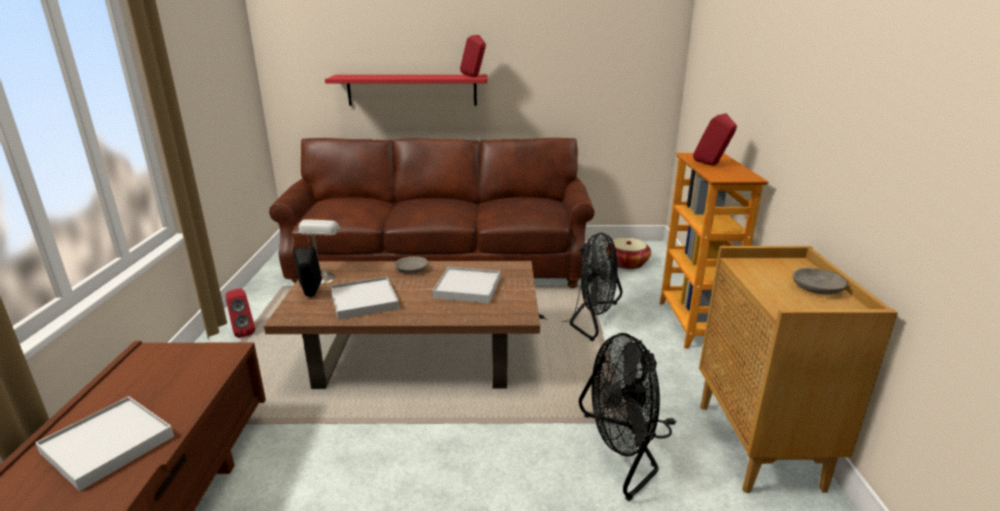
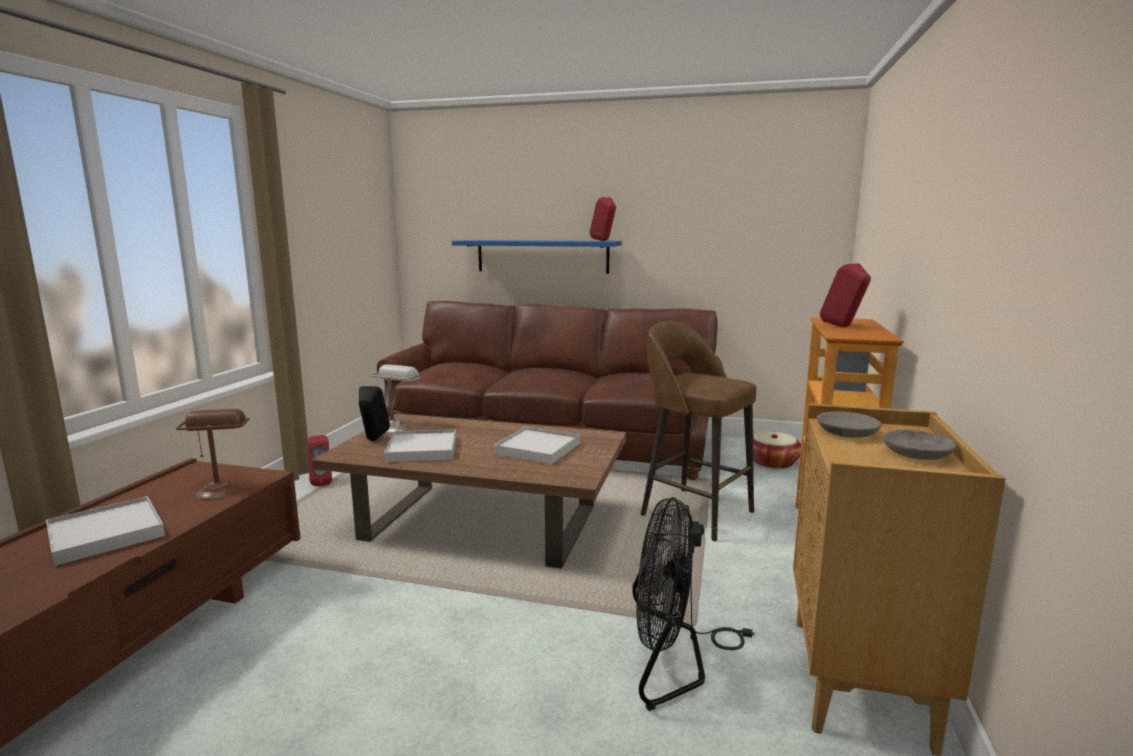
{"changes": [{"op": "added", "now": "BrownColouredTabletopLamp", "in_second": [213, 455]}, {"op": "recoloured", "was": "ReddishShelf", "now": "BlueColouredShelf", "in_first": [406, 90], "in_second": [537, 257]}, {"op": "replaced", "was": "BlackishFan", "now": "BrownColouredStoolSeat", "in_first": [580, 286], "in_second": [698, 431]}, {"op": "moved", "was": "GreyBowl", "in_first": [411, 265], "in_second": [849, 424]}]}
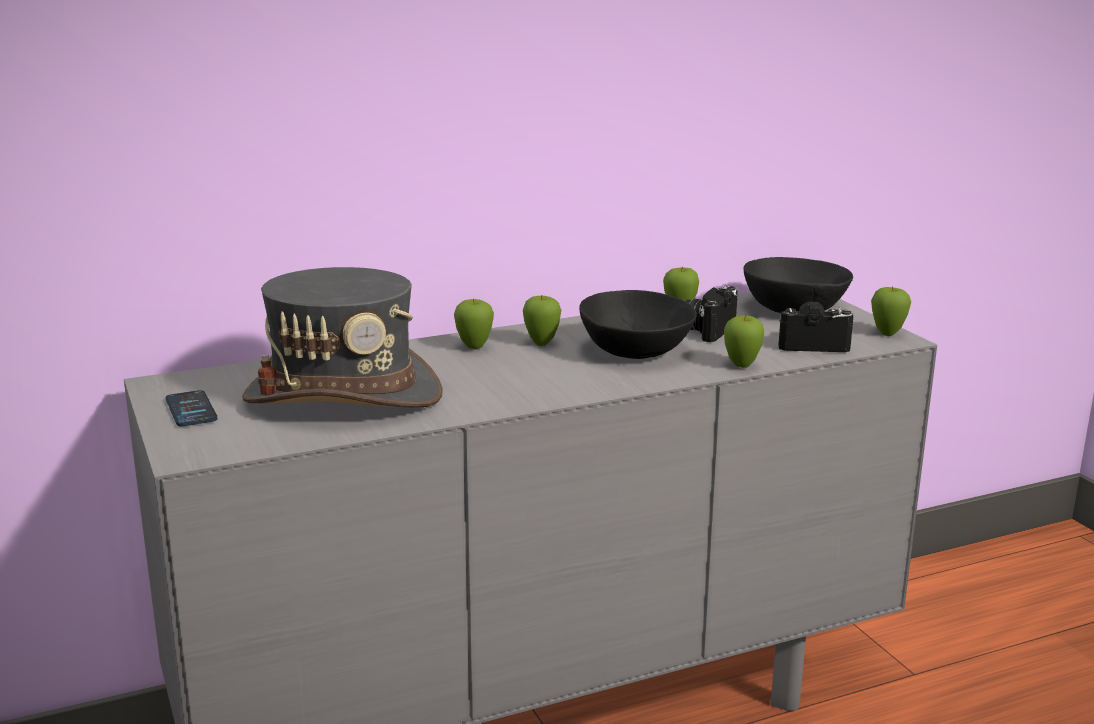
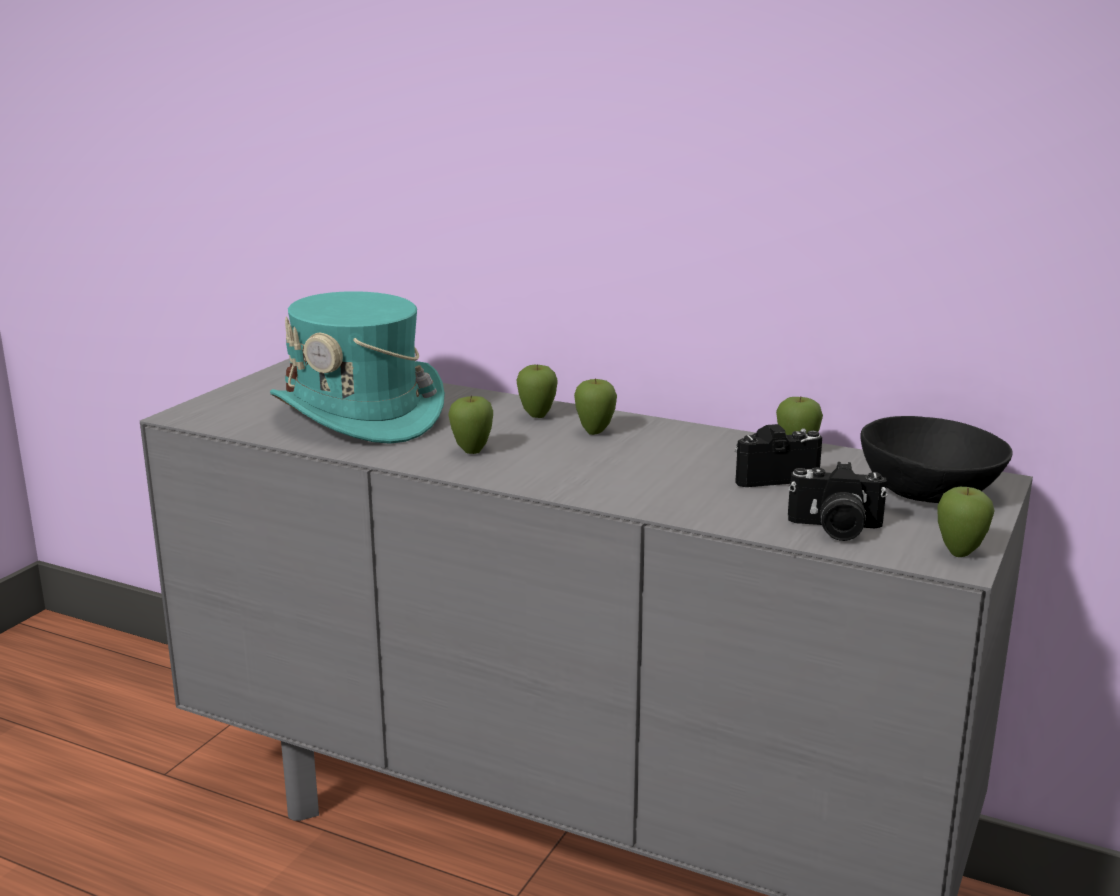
{"changes": [{"op": "recoloured", "was": "GreyHat", "now": "BlueGreenHat", "in_first": [342, 337], "in_second": [357, 367]}, {"op": "moved", "was": "AppleFruit", "in_first": [744, 341], "in_second": [471, 425]}, {"op": "turned", "was": "PhotoCamera", "in_first": [815, 327], "in_second": [838, 501], "clockwise": 135}, {"op": "removed", "was": "Telephone", "in_first": [192, 408]}, {"op": "removed", "was": "BlackishBowl", "in_first": [638, 324]}]}
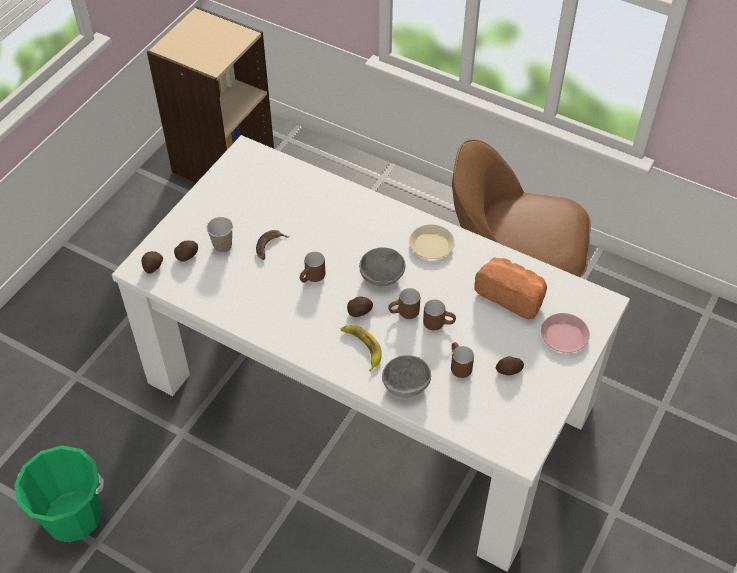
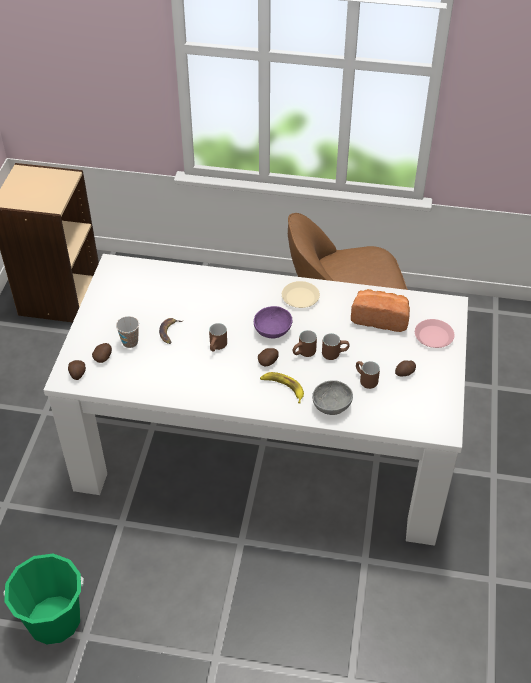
{"changes": [{"op": "recoloured", "was": "GreyBowl", "now": "PurpleColouredBowl", "in_first": [382, 267], "in_second": [273, 322]}]}
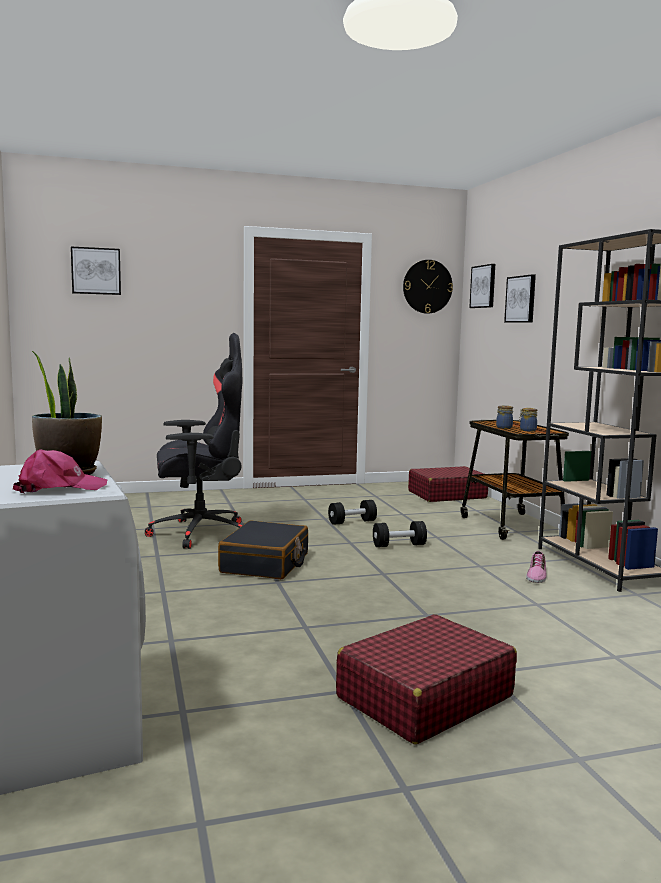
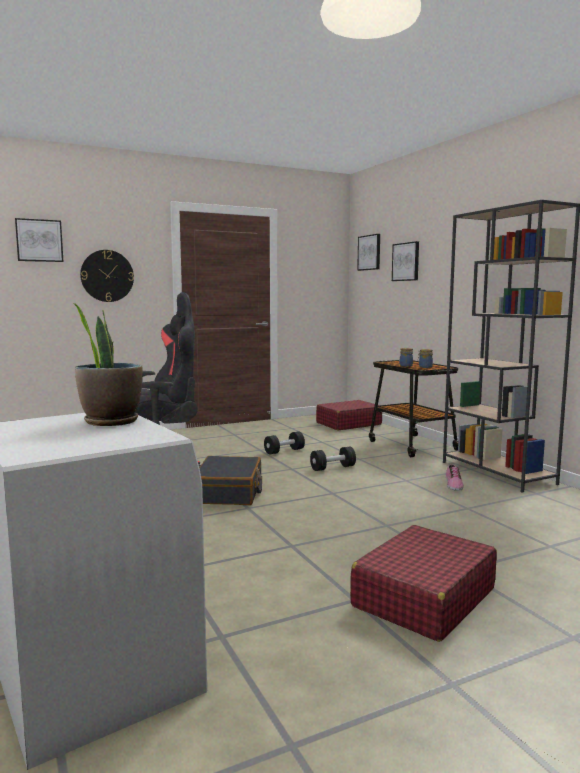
{"changes": [{"op": "moved", "was": "HangingClock", "in_first": [428, 287], "in_second": [107, 276]}, {"op": "removed", "was": "PinkCap", "in_first": [60, 471]}]}
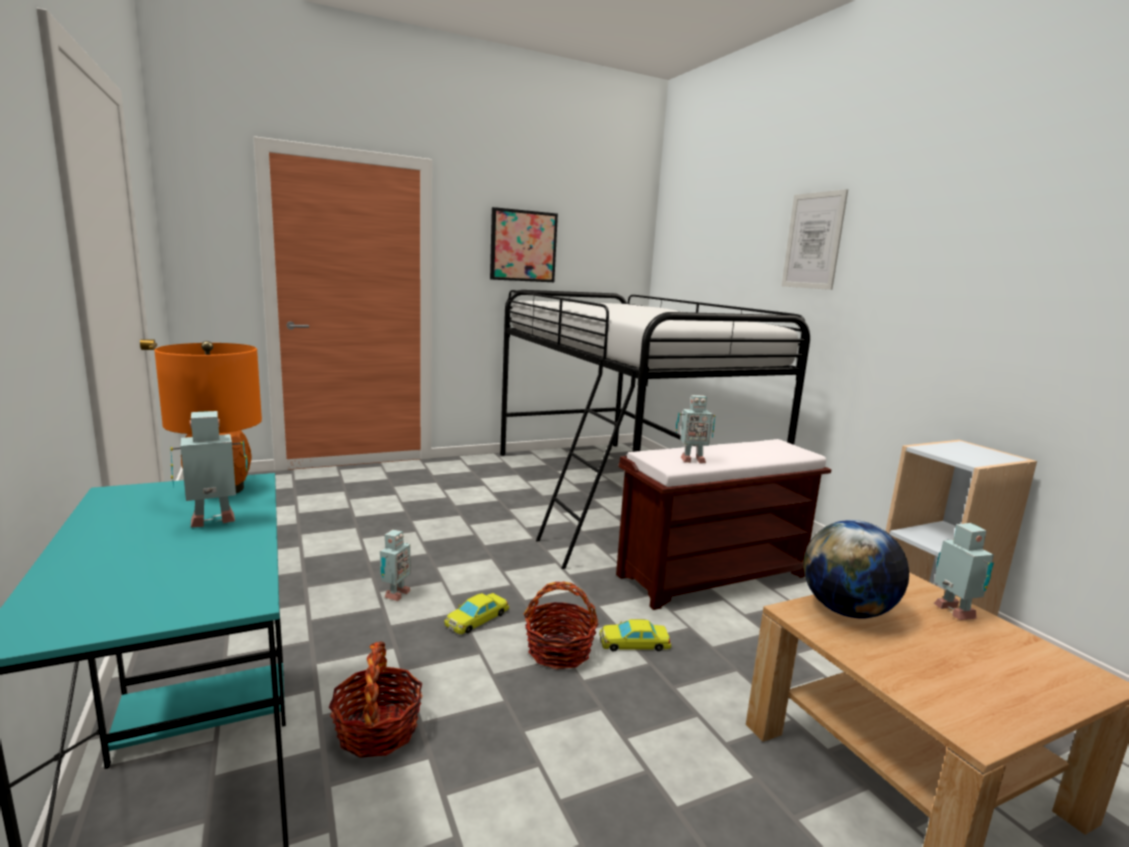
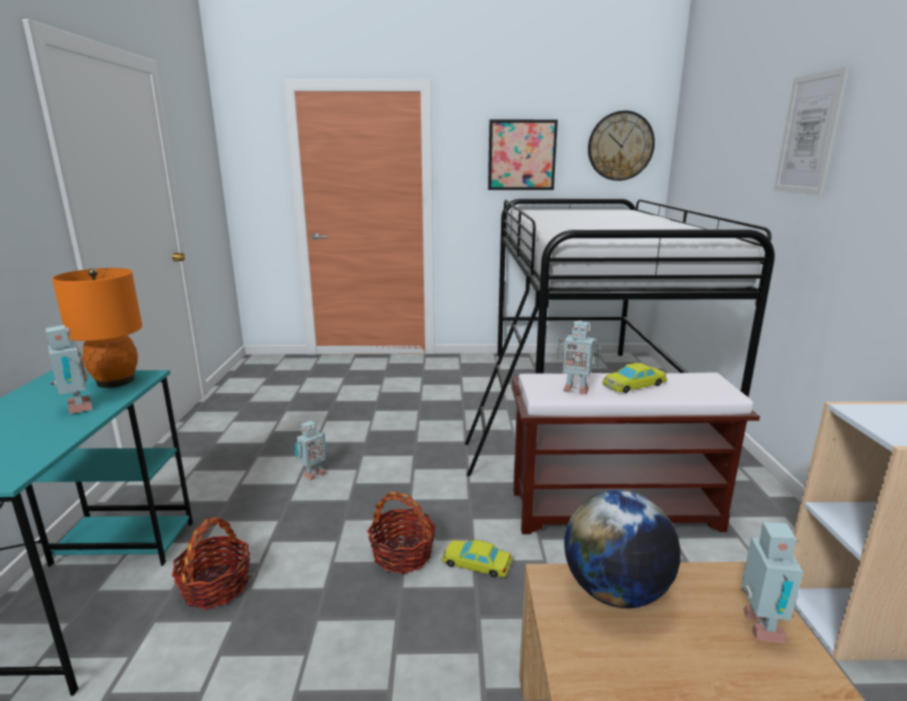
{"changes": [{"op": "turned", "was": "ToyRobot", "in_first": [209, 469], "in_second": [69, 369], "clockwise": 60}, {"op": "added", "now": "HangingClock", "in_second": [621, 145]}, {"op": "moved", "was": "YellowColouredToyCar", "in_first": [476, 614], "in_second": [635, 378]}]}
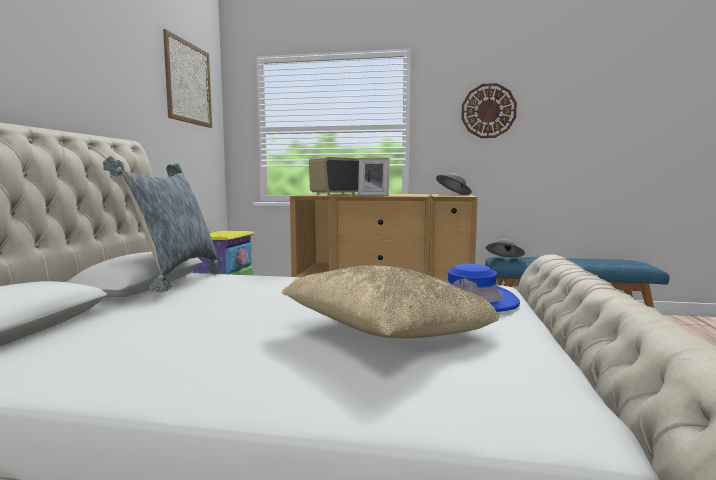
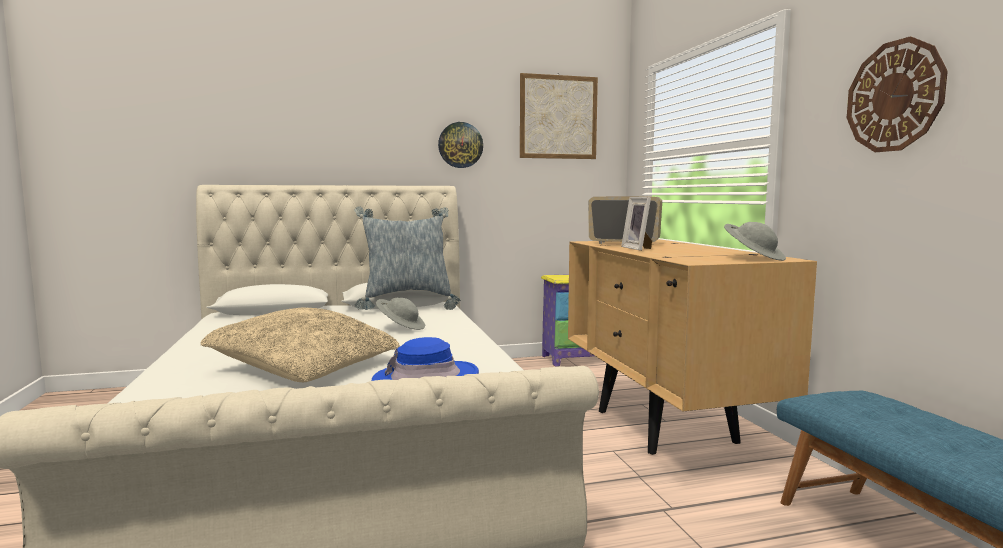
{"changes": [{"op": "moved", "was": "GreyHat", "in_first": [505, 248], "in_second": [400, 314]}, {"op": "added", "now": "HangingClock", "in_second": [460, 145]}]}
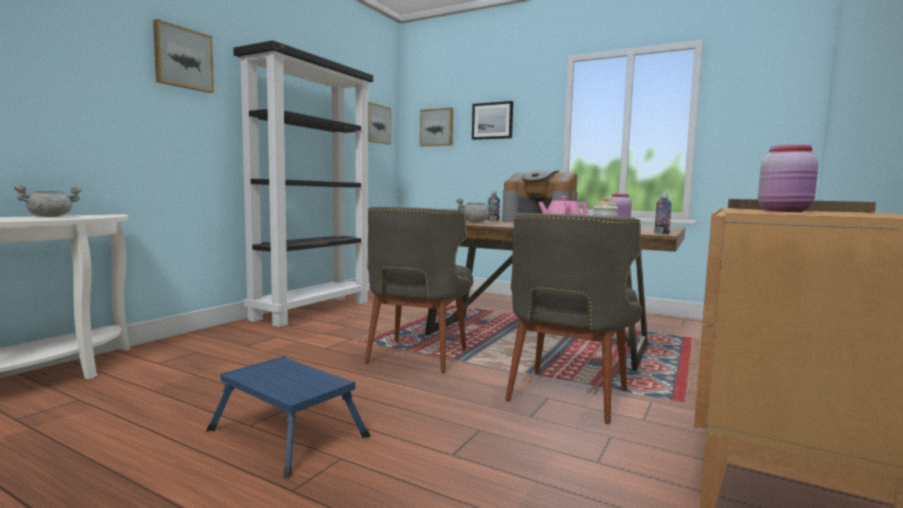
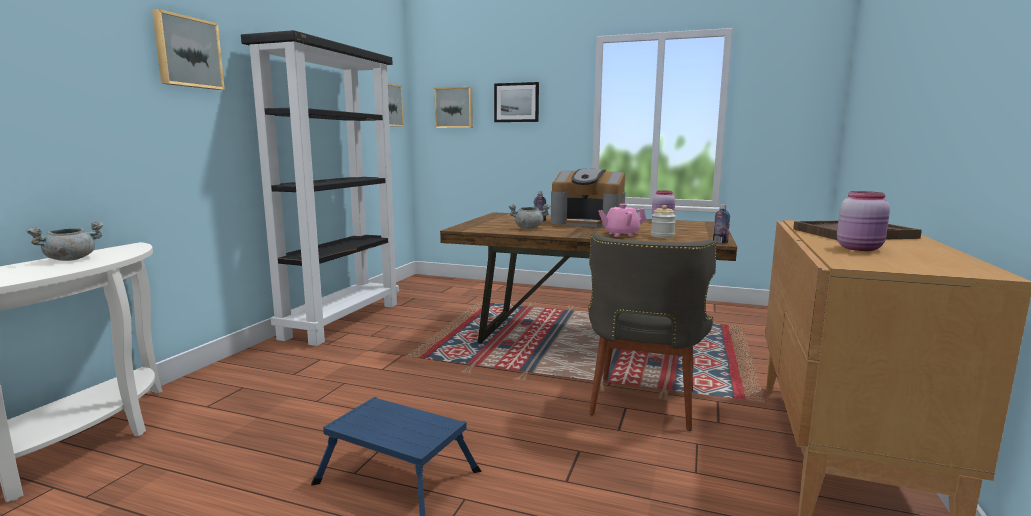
{"changes": [{"op": "removed", "was": "GreyPlainChair", "in_first": [419, 290]}]}
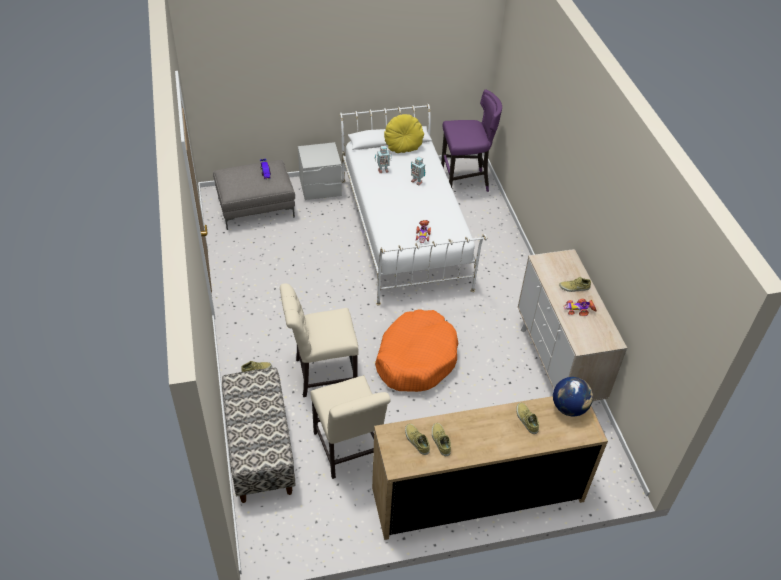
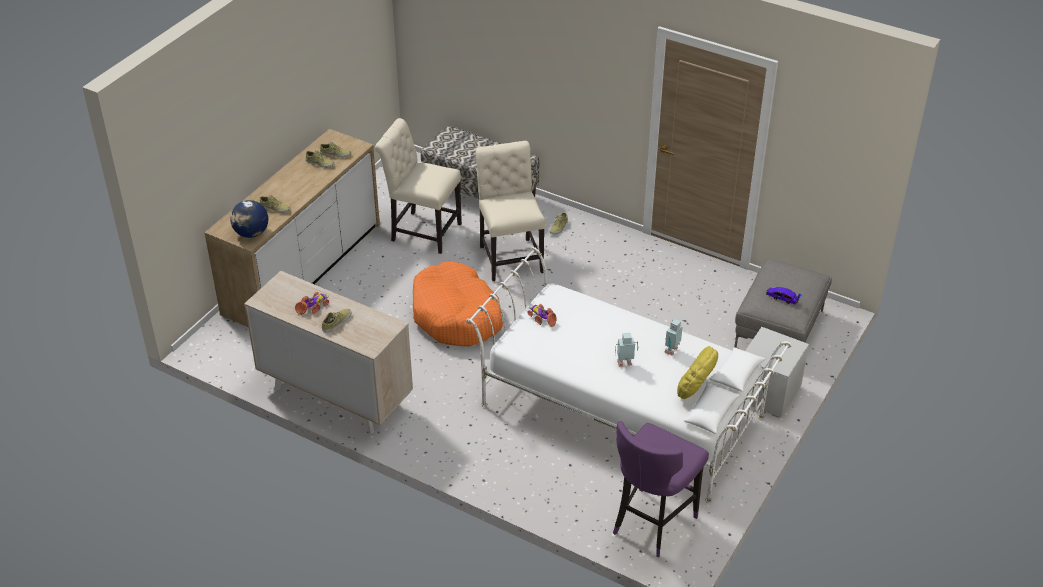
{"changes": [{"op": "turned", "was": "BeigePlainChair", "in_first": [319, 340], "in_second": [510, 211], "clockwise": -45}]}
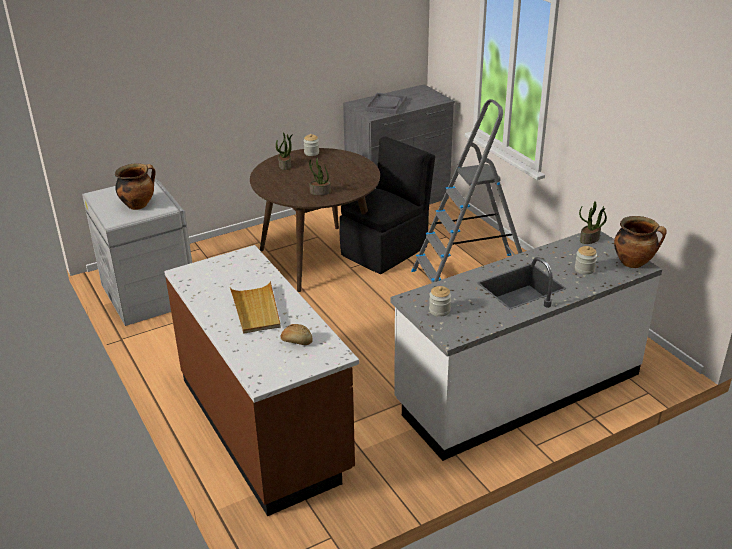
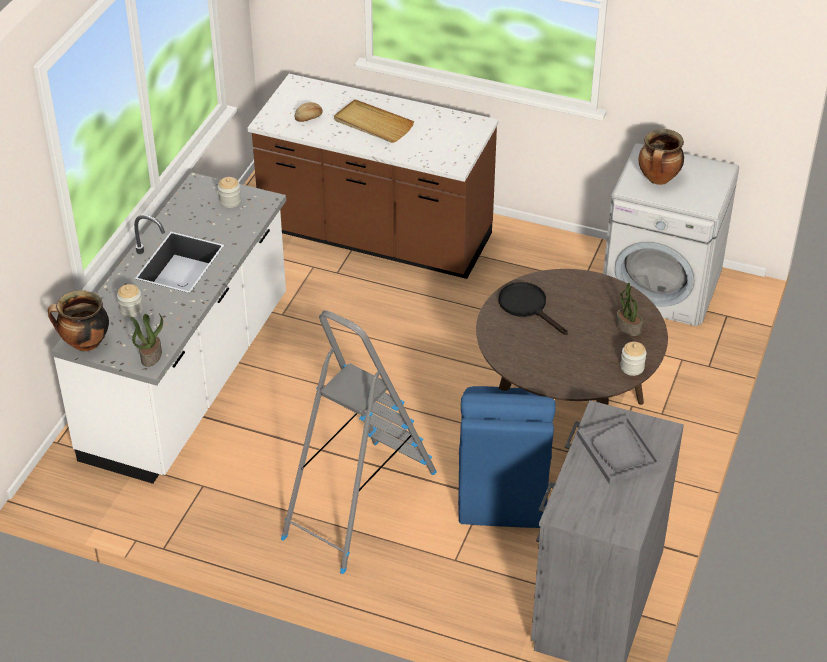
{"changes": [{"op": "recoloured", "was": "BlackishPlainChair", "now": "BlueColouredPlainChair", "in_first": [387, 205], "in_second": [507, 457]}, {"op": "replaced", "was": "PlantInAPot", "now": "BlackishPan", "in_first": [320, 176], "in_second": [533, 308]}]}
